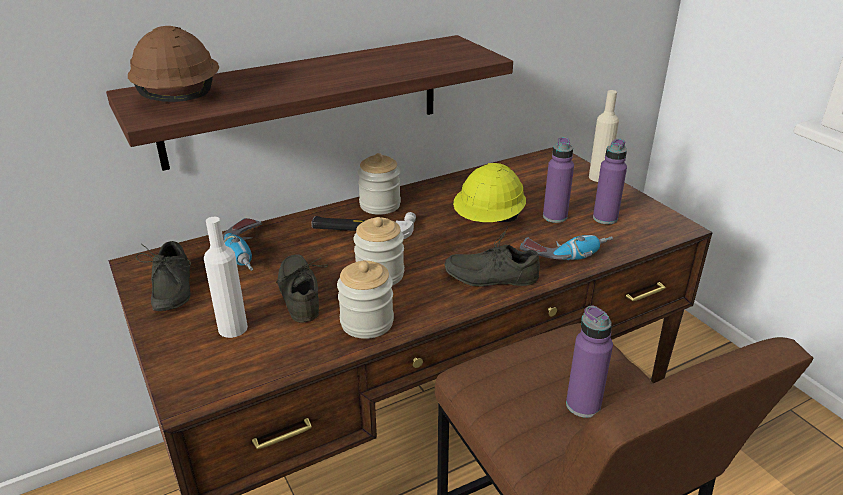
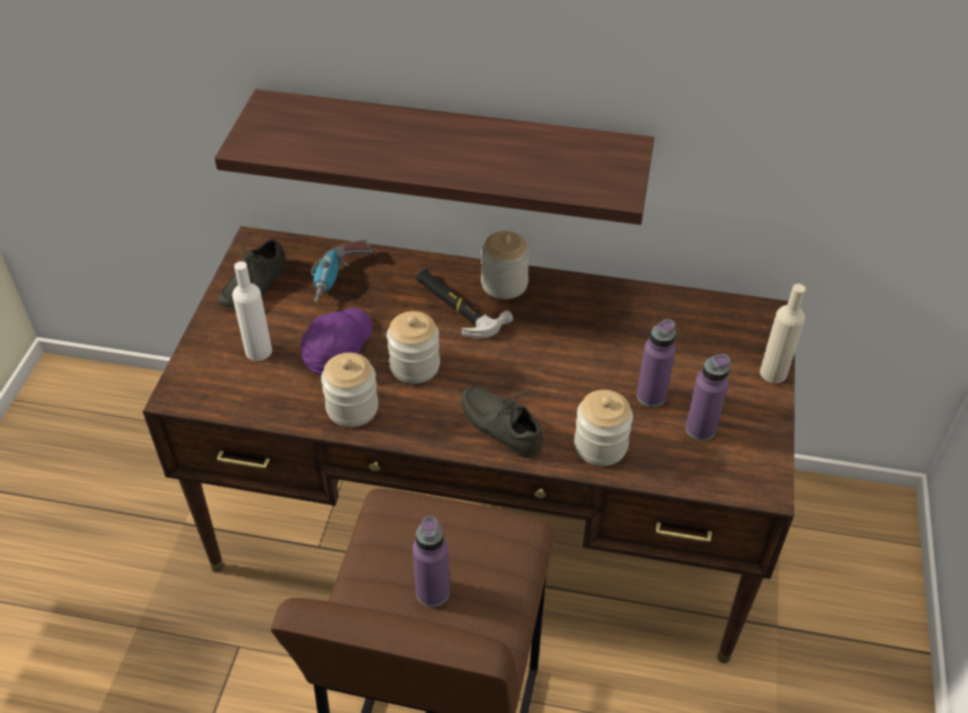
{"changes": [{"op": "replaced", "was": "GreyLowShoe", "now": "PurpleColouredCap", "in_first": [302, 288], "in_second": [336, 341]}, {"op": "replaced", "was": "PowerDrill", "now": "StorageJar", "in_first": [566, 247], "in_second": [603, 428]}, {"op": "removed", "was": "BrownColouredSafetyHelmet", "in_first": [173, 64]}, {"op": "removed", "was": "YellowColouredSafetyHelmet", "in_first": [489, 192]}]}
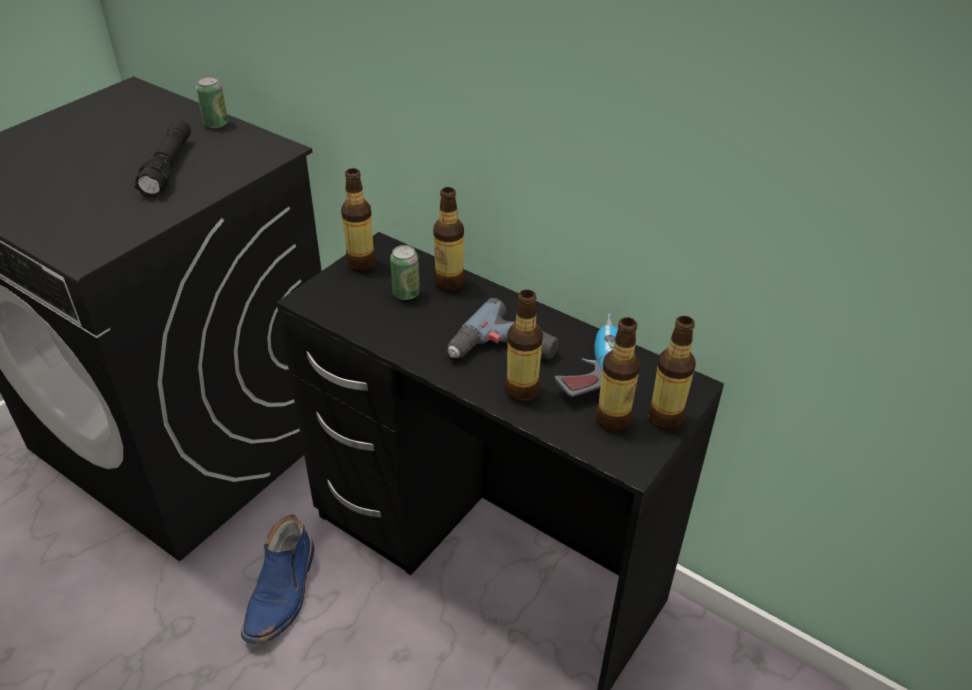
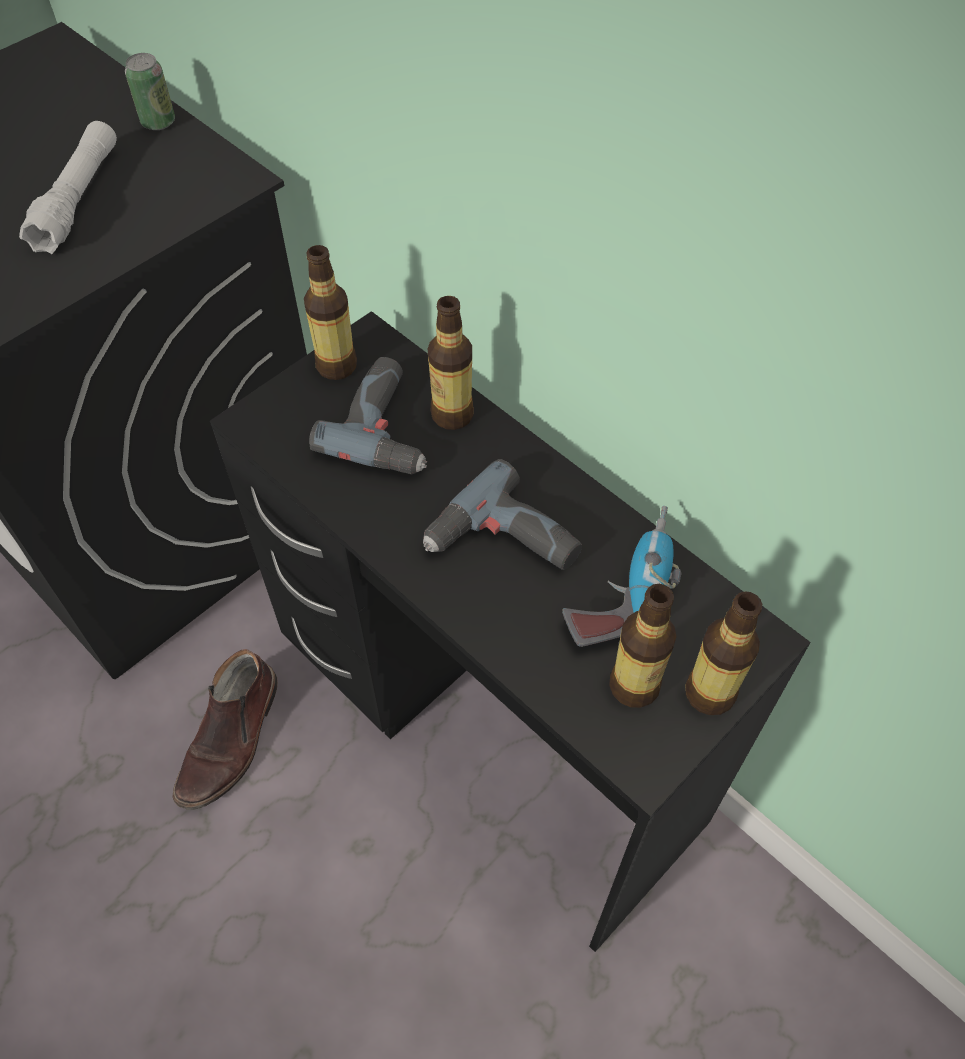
{"changes": [{"op": "recoloured", "was": "BlackishHandTorch", "now": "WhiteColouredHandTorch", "in_first": [162, 158], "in_second": [68, 187]}, {"op": "recoloured", "was": "BlueColouredHighTopBoot", "now": "BrownColouredHighTopBoot", "in_first": [277, 579], "in_second": [225, 729]}, {"op": "replaced", "was": "Can", "now": "PowerDrill", "in_first": [405, 272], "in_second": [368, 415]}, {"op": "removed", "was": "DrinkBottle", "in_first": [524, 346]}]}
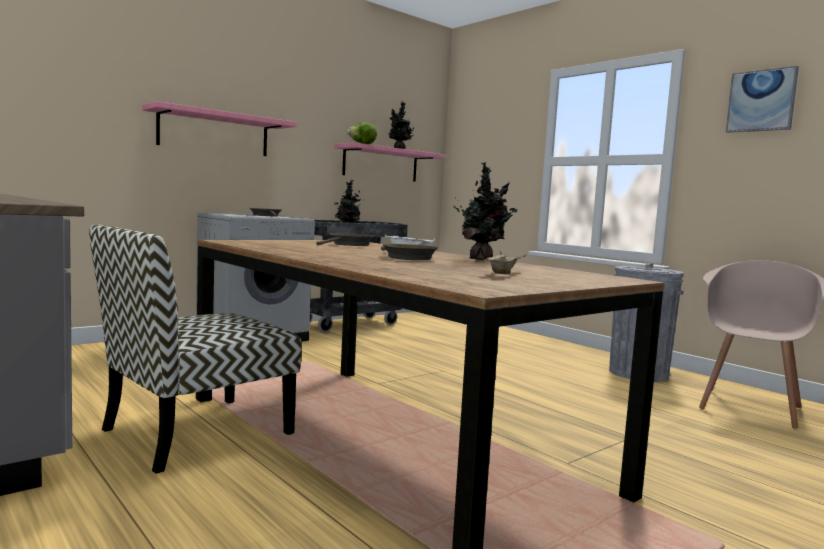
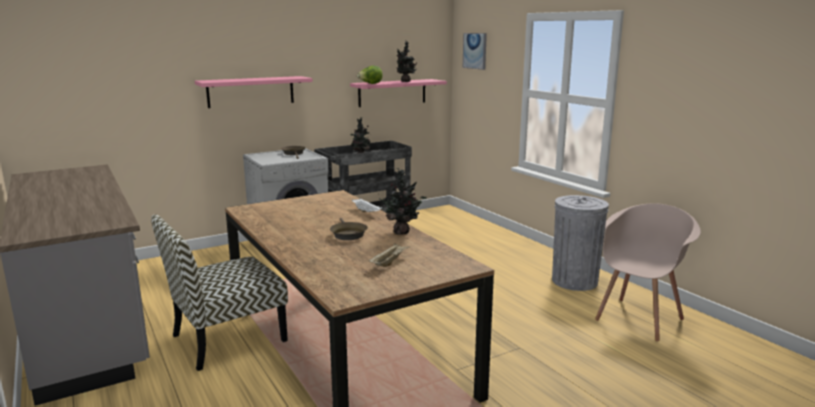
{"changes": [{"op": "moved", "was": "Picture", "in_first": [762, 99], "in_second": [475, 51]}, {"op": "removed", "was": "BrownColouredPan", "in_first": [345, 239]}]}
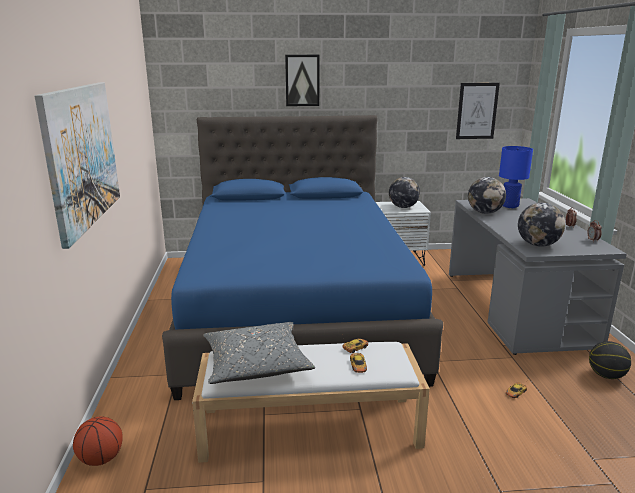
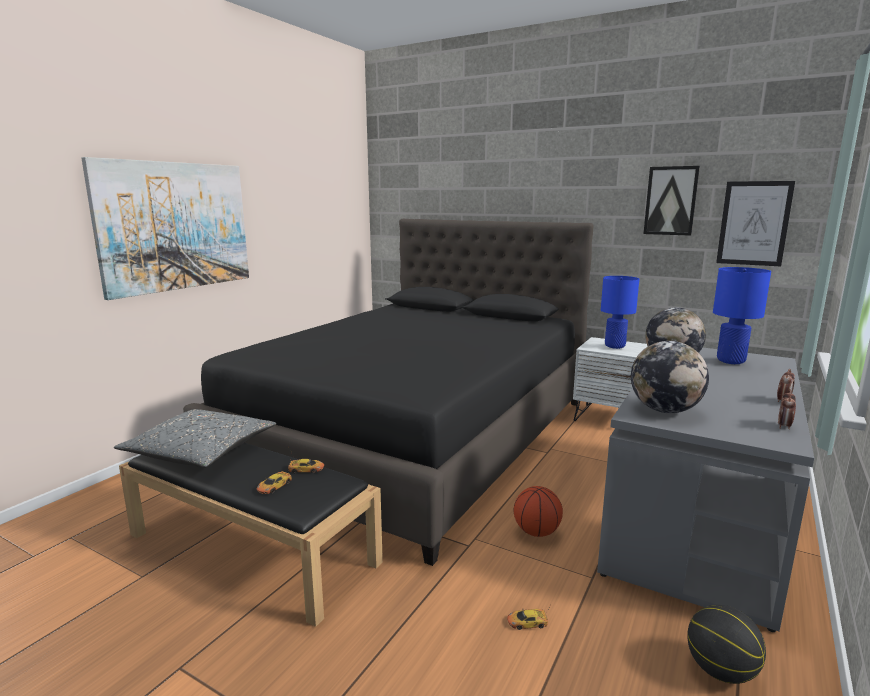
{"changes": [{"op": "recoloured", "was": "WhiteColouredLongSeat", "now": "BlackishLongSeat", "in_first": [311, 402], "in_second": [251, 535]}, {"op": "recoloured", "was": "BlueColouredBedroomBed", "now": "BlackishBedroomBed", "in_first": [302, 257], "in_second": [388, 392]}, {"op": "moved", "was": "BallForBasketball", "in_first": [98, 441], "in_second": [538, 511]}, {"op": "replaced", "was": "WorldGlobe", "now": "BlueColouredTabletopLamp", "in_first": [404, 192], "in_second": [620, 312]}, {"op": "moved", "was": "Picture", "in_first": [302, 80], "in_second": [671, 201]}]}
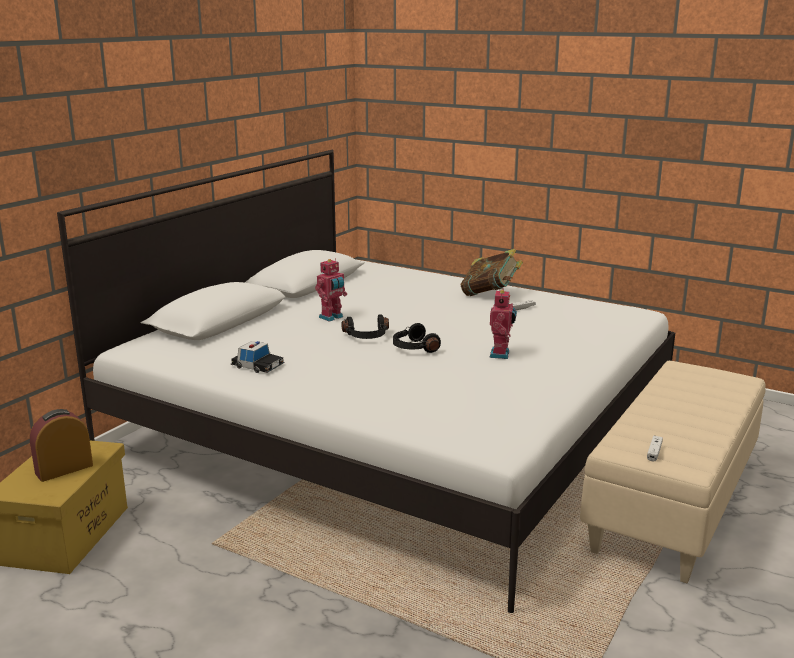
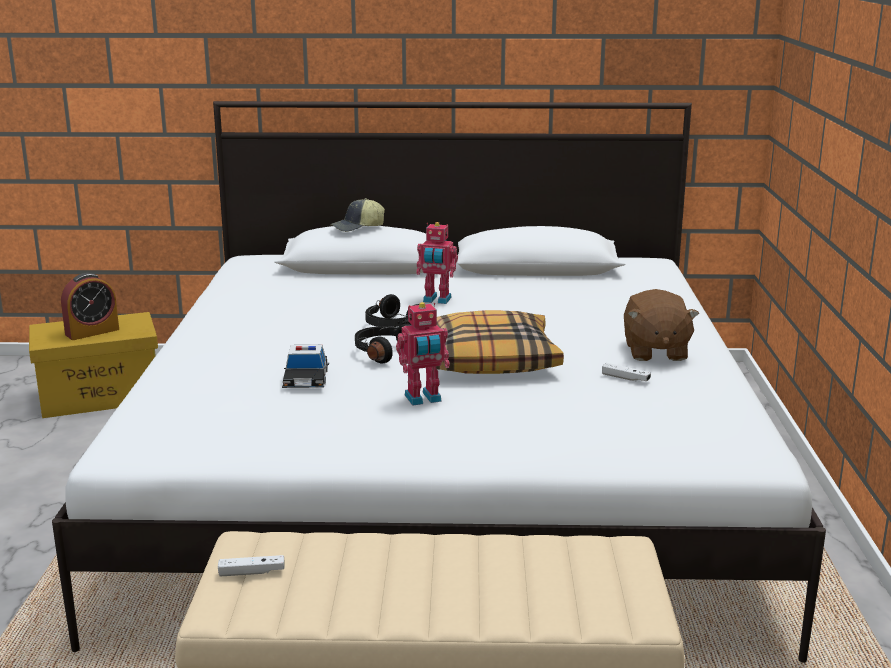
{"changes": [{"op": "turned", "was": "TableClock", "in_first": [61, 445], "in_second": [90, 306], "clockwise": 120}, {"op": "moved", "was": "ToyCar", "in_first": [257, 357], "in_second": [305, 366]}, {"op": "added", "now": "Cap", "in_second": [357, 215]}, {"op": "added", "now": "Pillow", "in_second": [500, 342]}, {"op": "replaced", "was": "Book", "now": "BrownColouredSoftToy", "in_first": [492, 272], "in_second": [661, 325]}]}
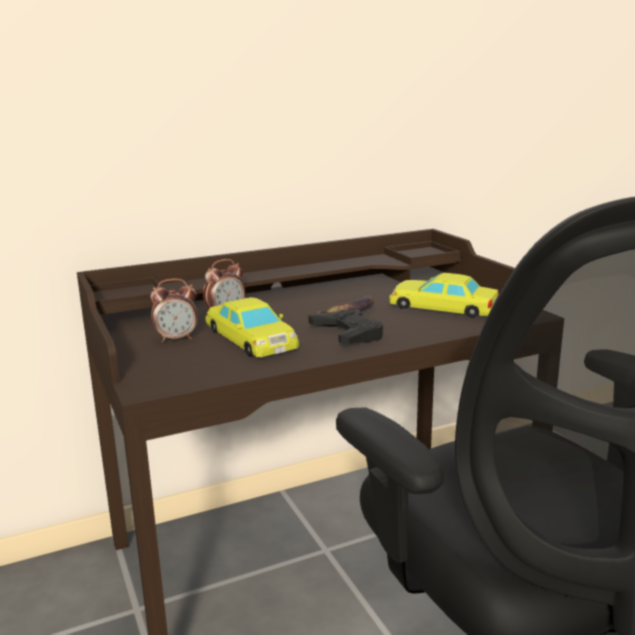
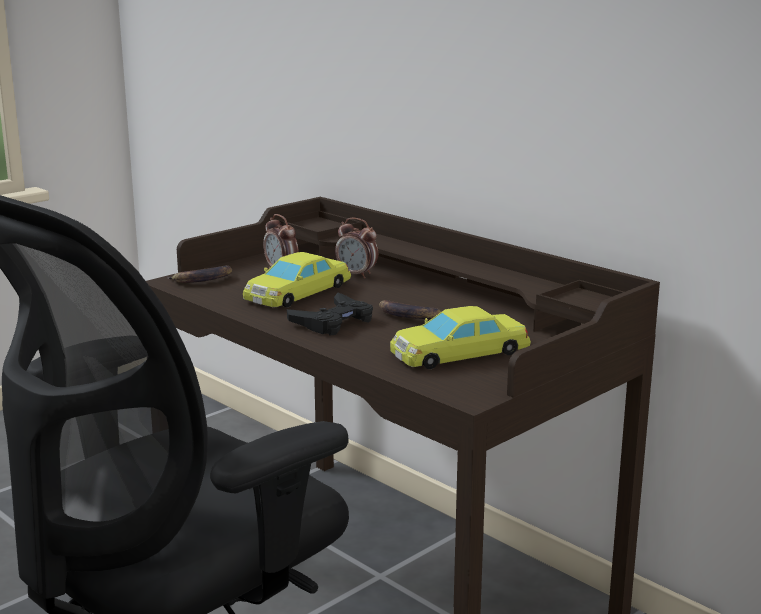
{"changes": [{"op": "added", "now": "BananaFruit", "in_second": [199, 274]}, {"op": "turned", "was": "YellowColouredToyCar", "in_first": [444, 295], "in_second": [460, 337], "clockwise": -120}]}
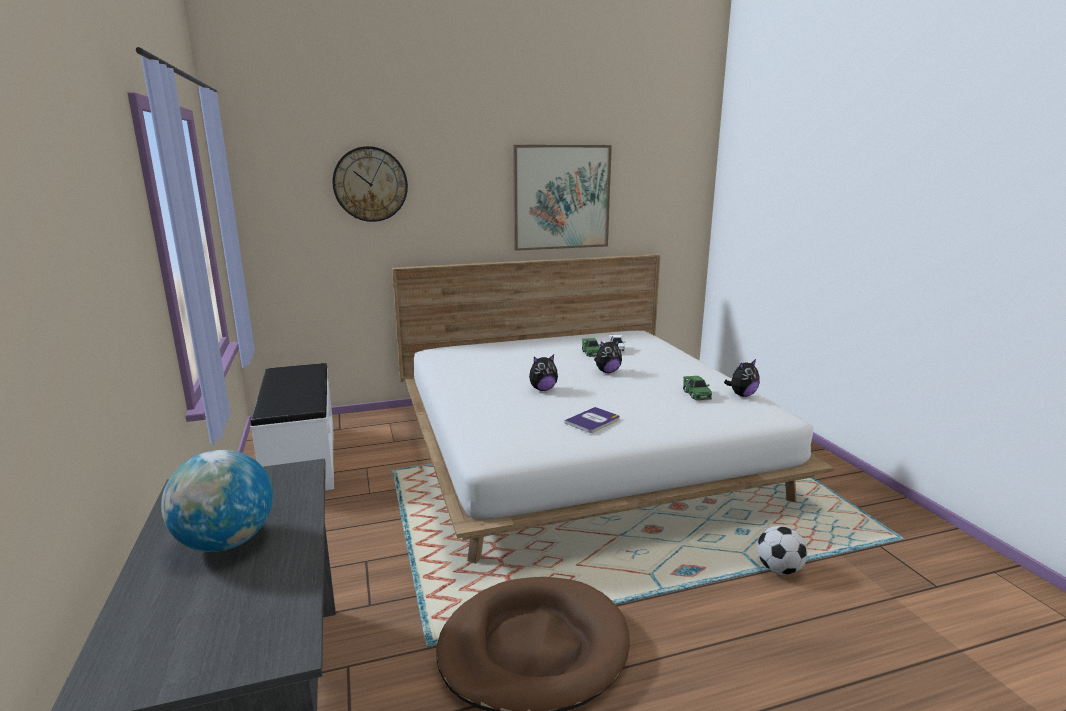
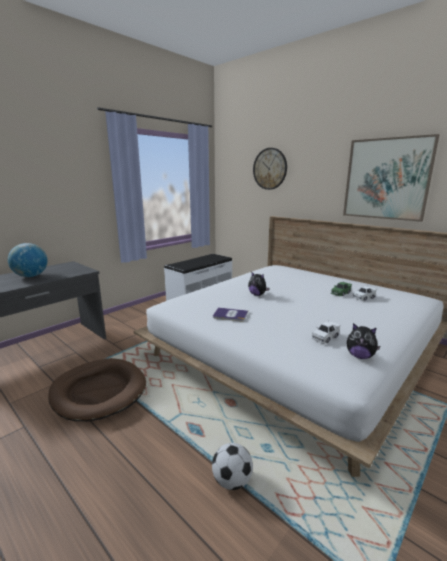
{"changes": [{"op": "recoloured", "was": "GreenToyCar", "now": "WhiteColouredToyCar", "in_first": [697, 388], "in_second": [326, 332]}, {"op": "removed", "was": "SoftToy", "in_first": [608, 356]}]}
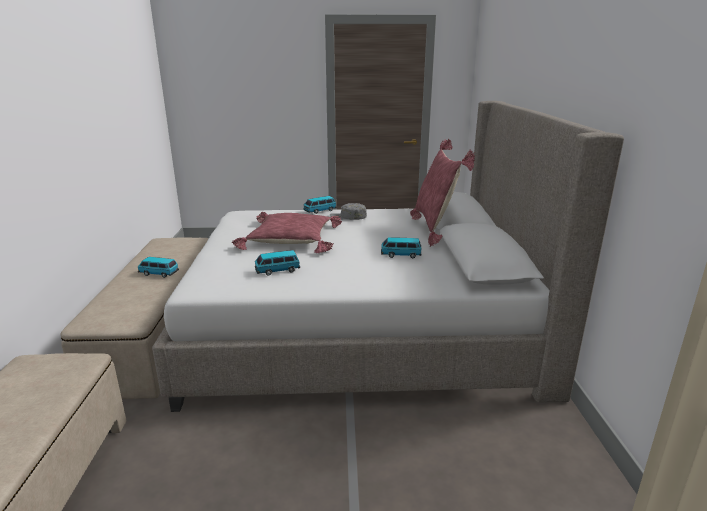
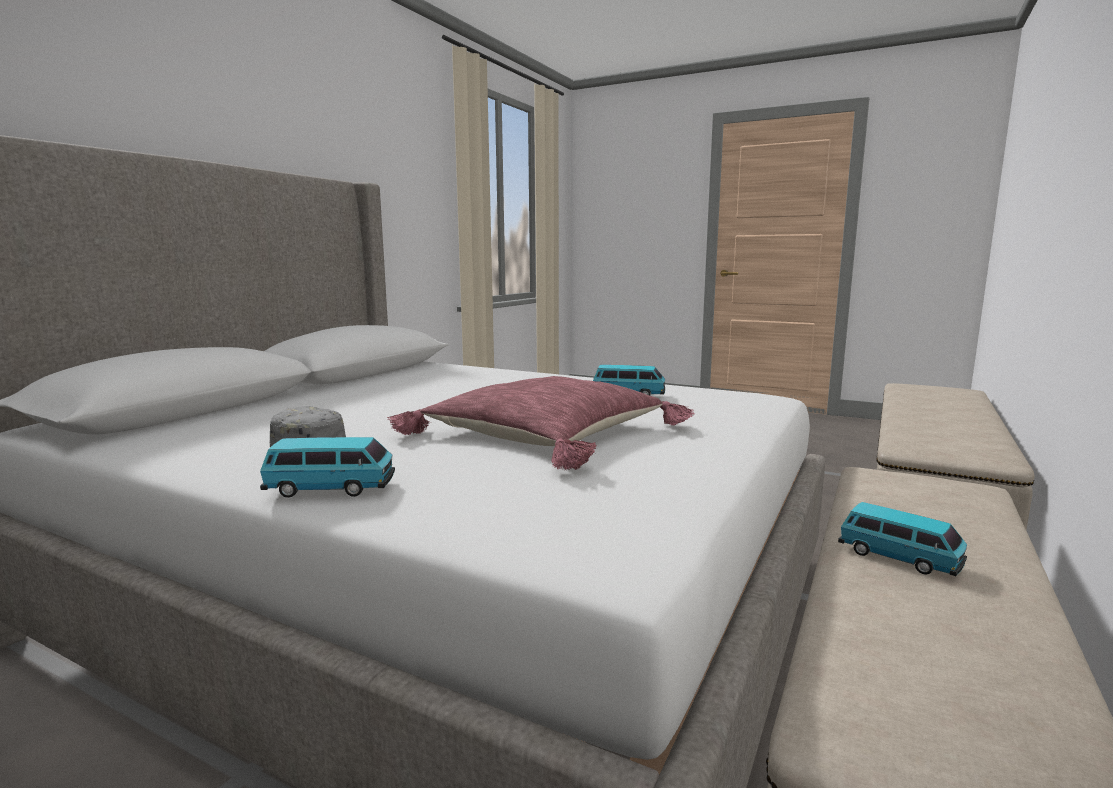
{"changes": [{"op": "removed", "was": "ToyCar", "in_first": [401, 247]}, {"op": "removed", "was": "ReddishPillow", "in_first": [442, 193]}]}
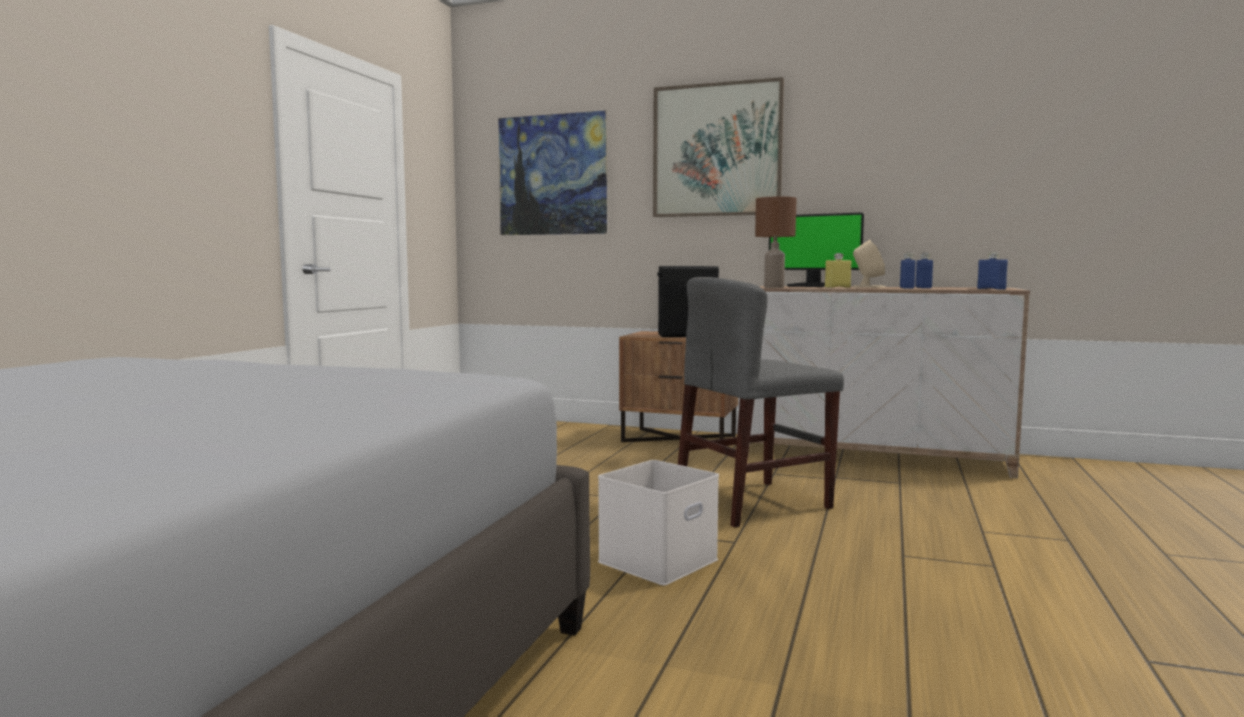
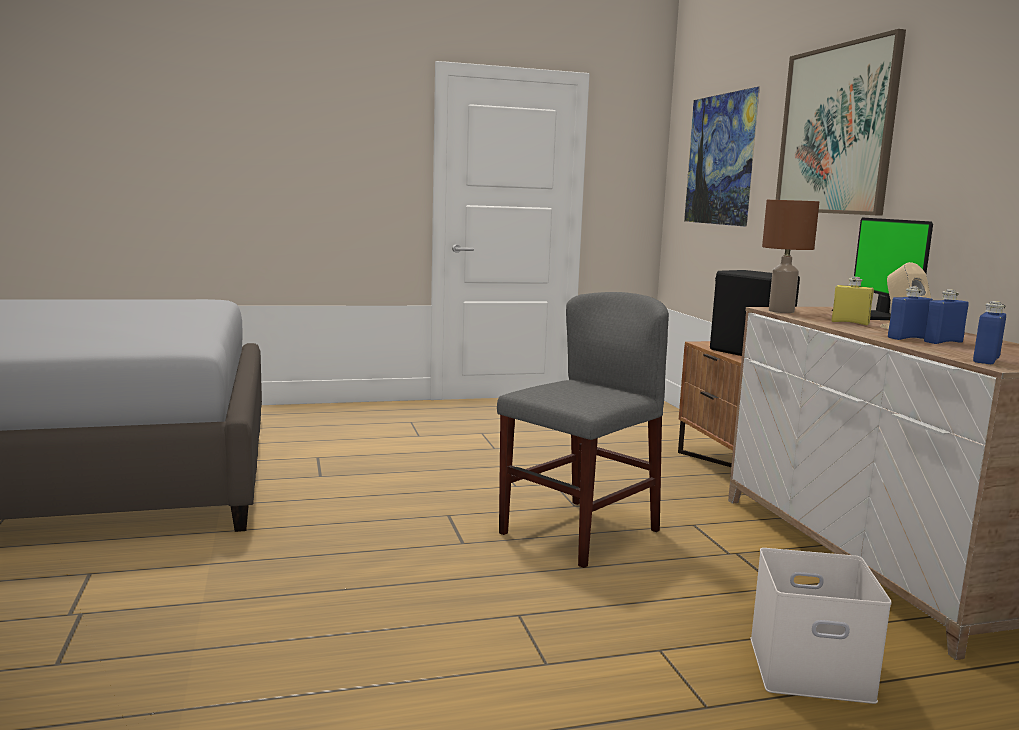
{"changes": [{"op": "turned", "was": "GreyPlainChair", "in_first": [761, 402], "in_second": [583, 430], "clockwise": 105}, {"op": "moved", "was": "WhiteColouredStorageBox", "in_first": [658, 522], "in_second": [821, 626]}]}
